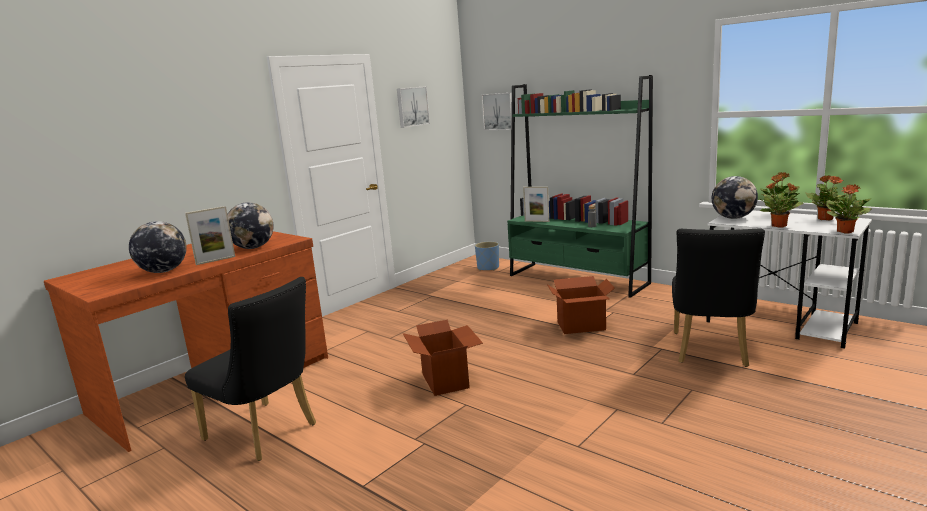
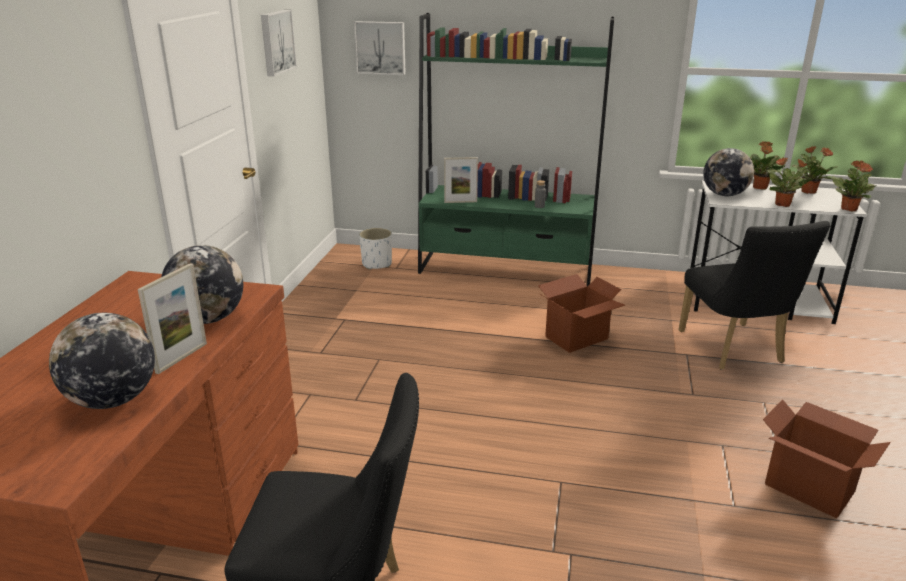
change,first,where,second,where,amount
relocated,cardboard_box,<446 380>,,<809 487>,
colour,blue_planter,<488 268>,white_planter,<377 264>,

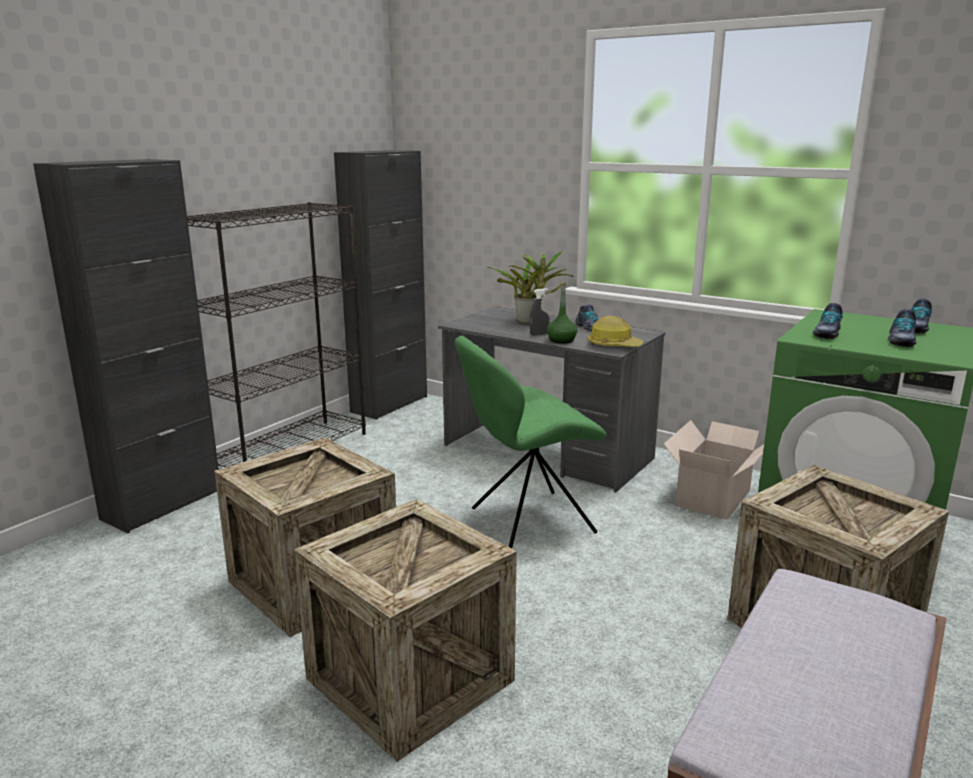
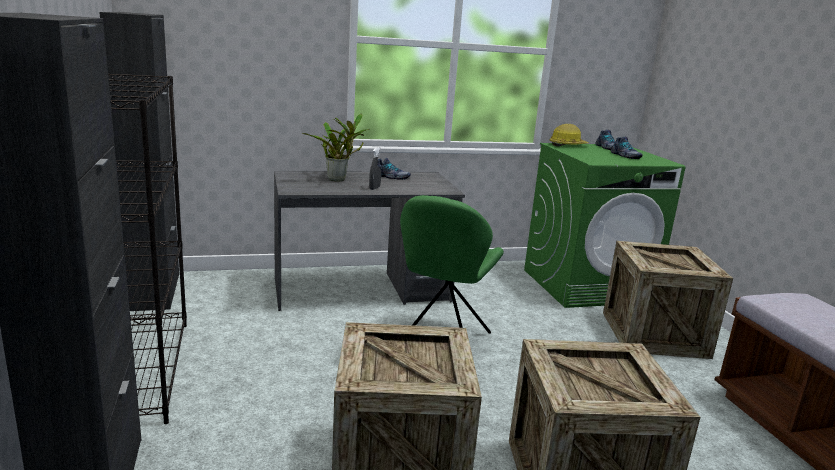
change,first,where,second,where,amount
missing,green_bottle,<561 340>,,,
relocated,hard_hat,<613 346>,,<567 145>,
missing,cardboard_box,<715 497>,,,
missing,shoe,<826 333>,,,

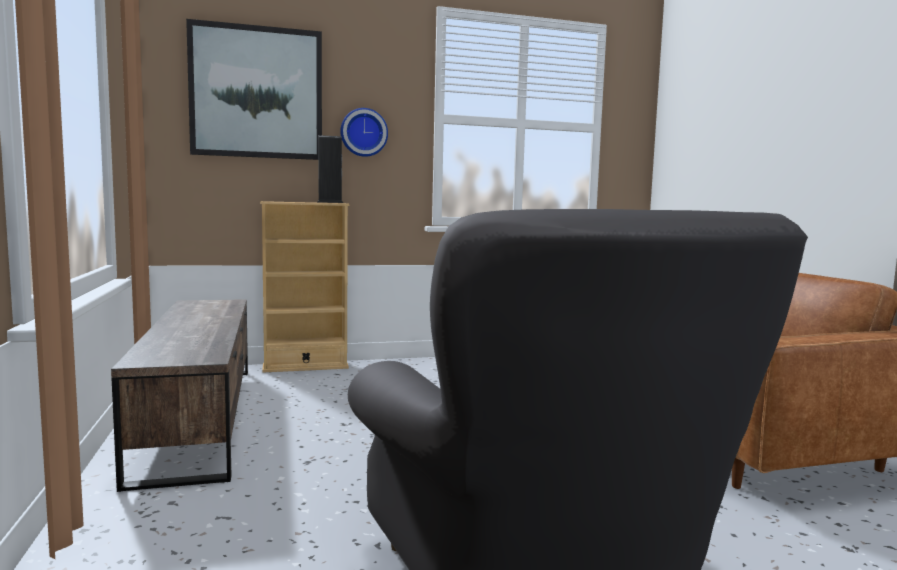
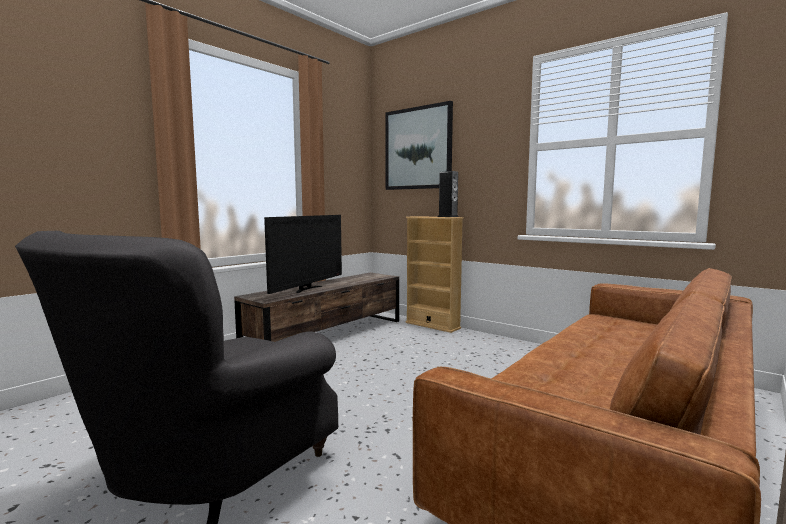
change,first,where,second,where,amount
missing,wall_clock,<363 132>,,,
appeared,,,television,<307 289>,

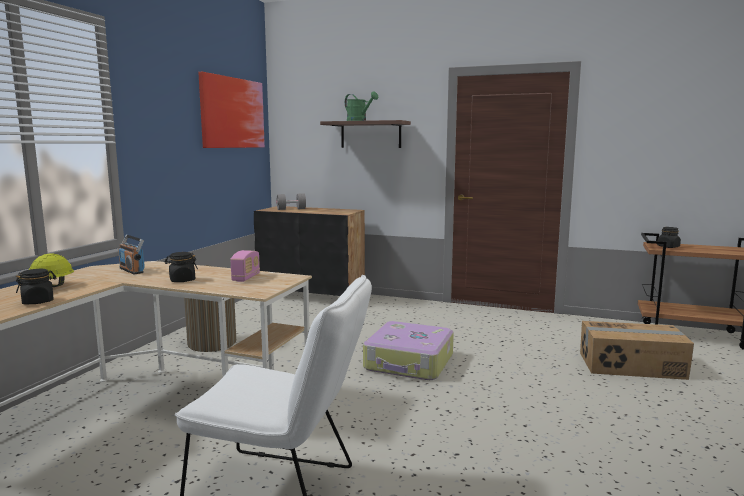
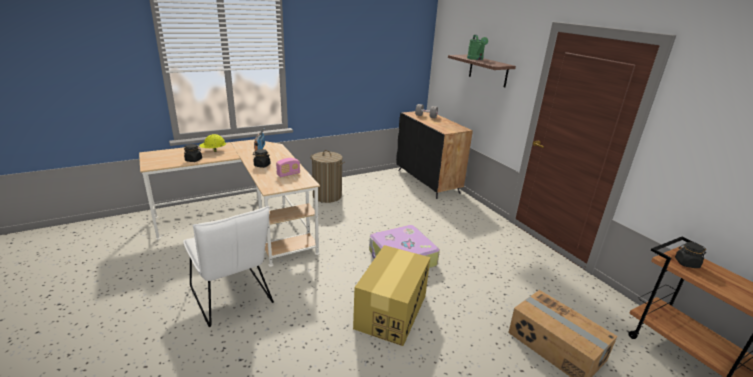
change,first,where,second,where,amount
missing,picture,<232 113>,,,
appeared,,,cardboard_box,<391 311>,

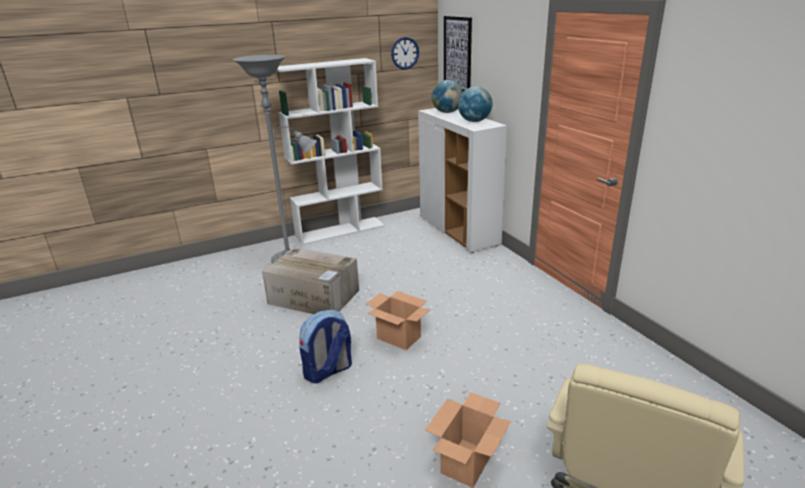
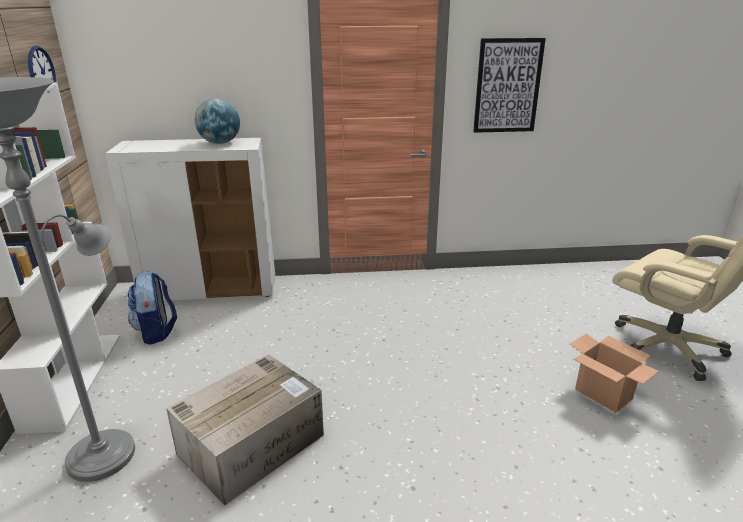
change,first,where,second,where,amount
relocated,backpack,<328 371>,,<157 332>,
missing,cardboard_box,<398 337>,,,
missing,globe,<447 112>,,,
relocated,picture,<457 54>,,<507 86>,

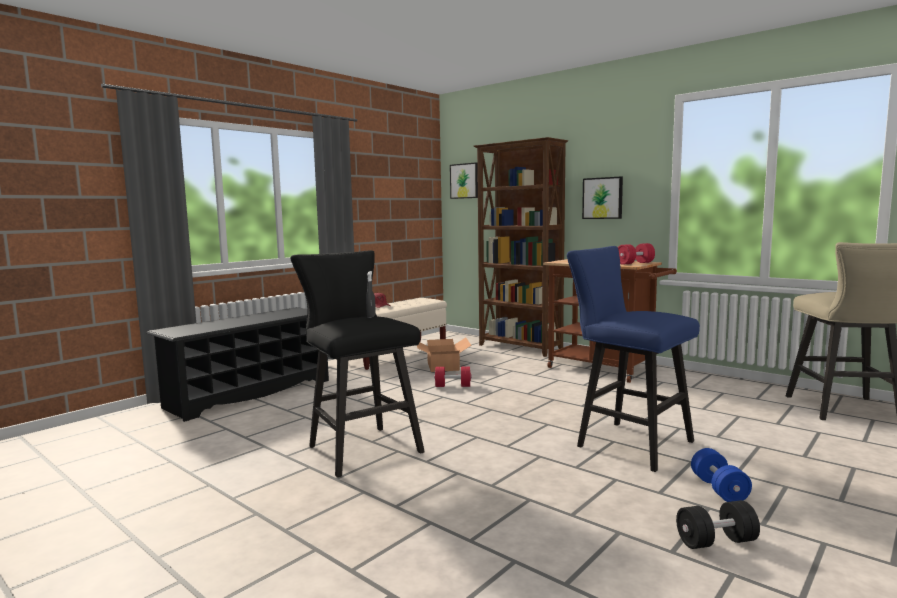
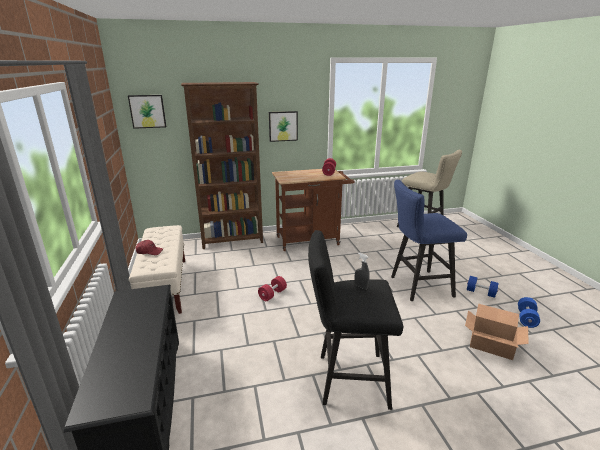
change,first,where,second,where,amount
relocated,cardboard_box,<443 366>,,<491 343>,
colour,black_dumbbell,<716 541>,blue_dumbbell,<526 318>,

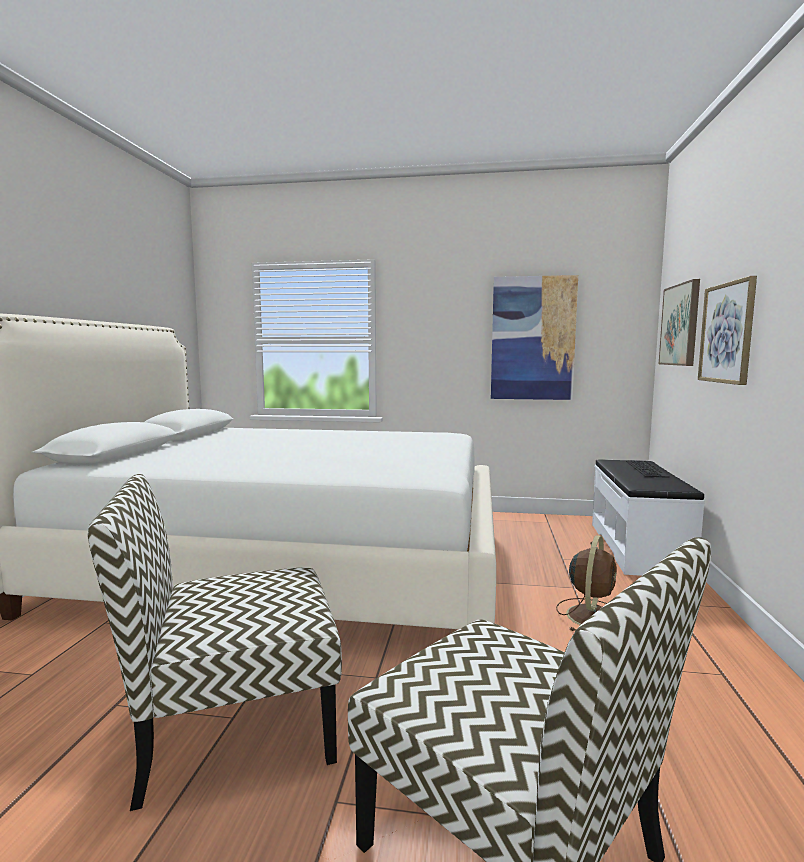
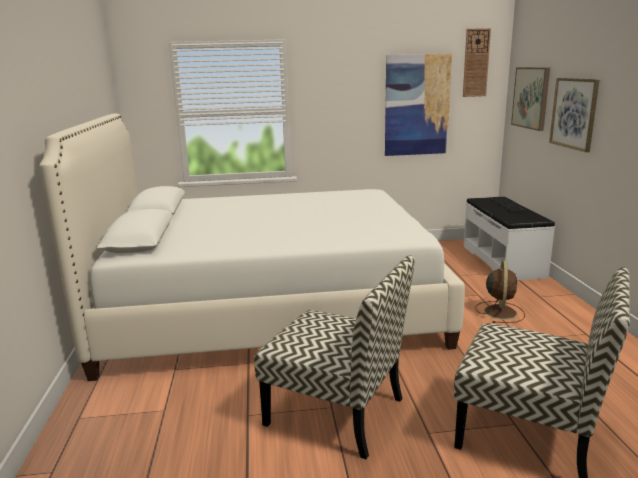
change,first,where,second,where,amount
spun,chair,<233 727>,,<337 412>,120 degrees counterclockwise
appeared,,,wall_clock,<476 63>,

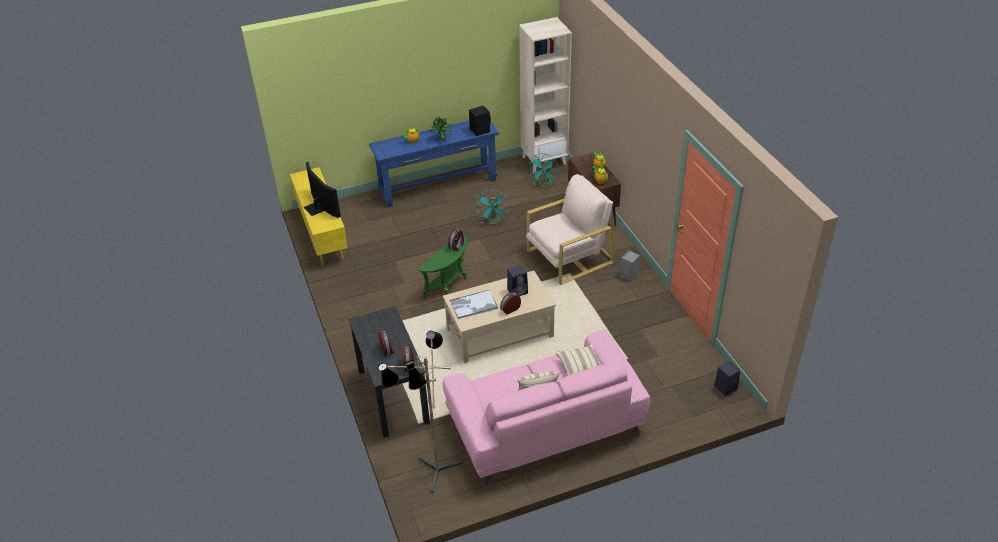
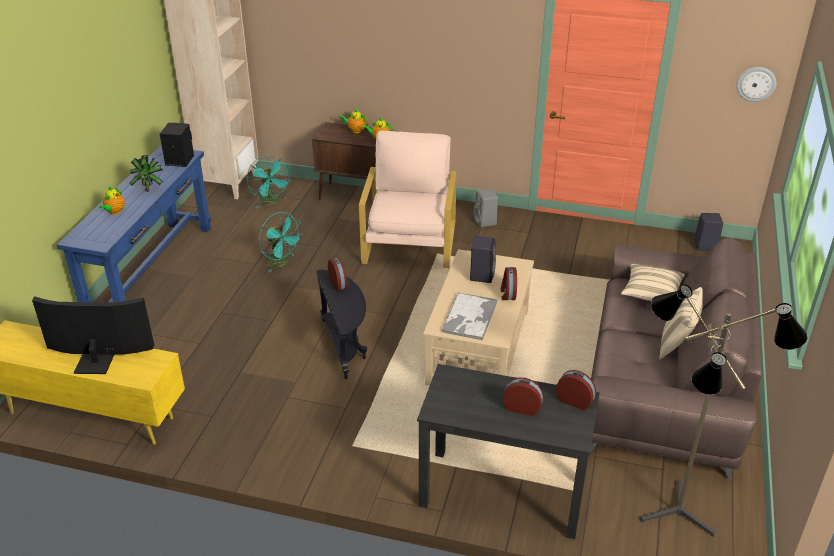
change,first,where,second,where,amount
colour,green_side_table,<449 284>,black_side_table,<345 346>,
colour,pink_sofa,<544 424>,brown_sofa,<663 383>,
appeared,,,wall_clock,<756 84>,

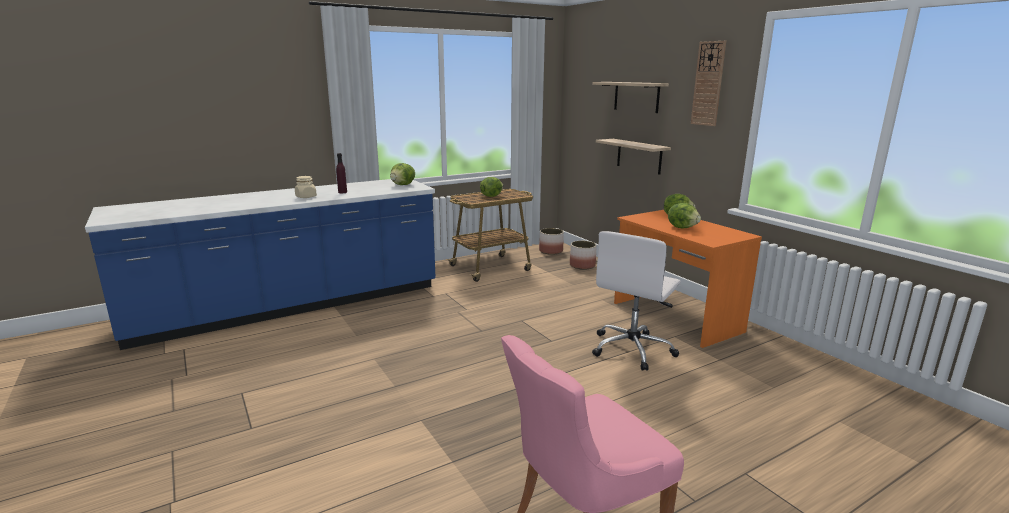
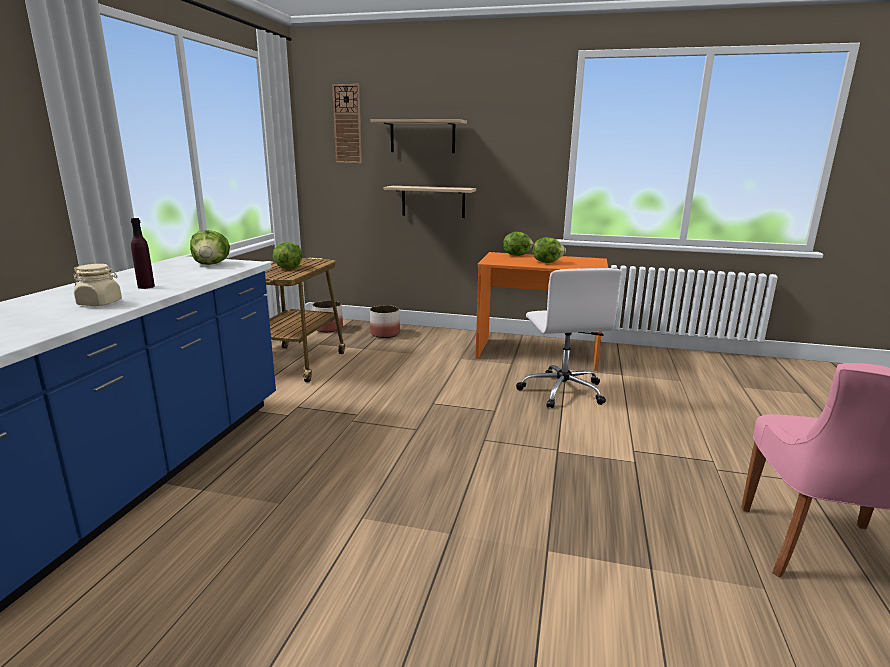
change,first,where,second,where,amount
relocated,wall_clock,<708 84>,,<347 124>,

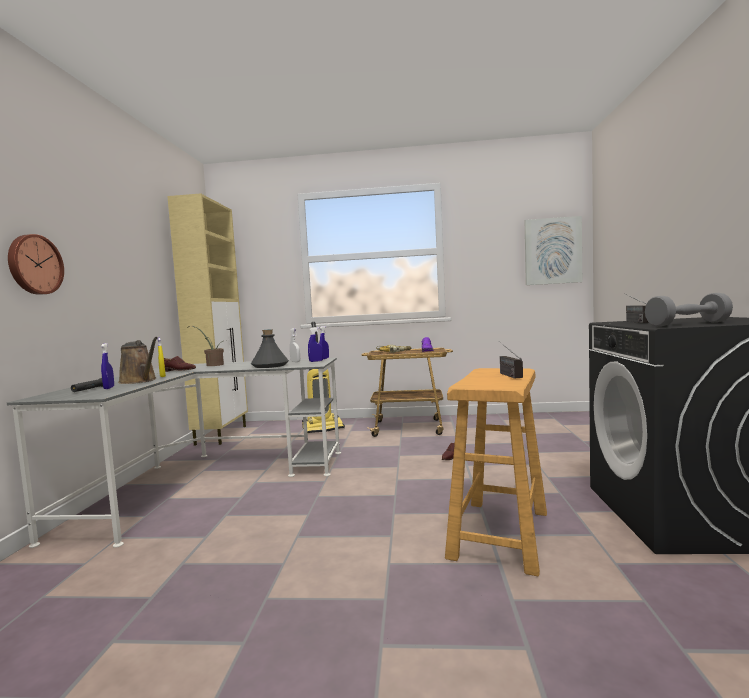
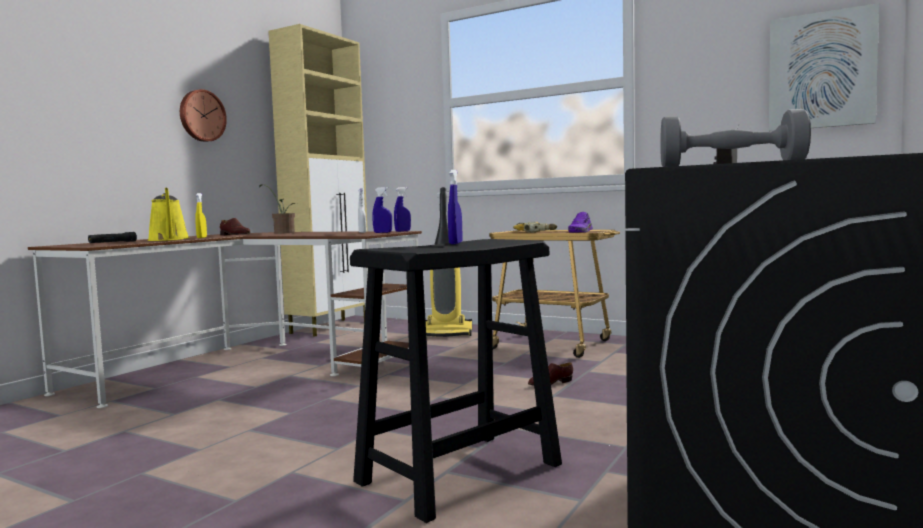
change,first,where,second,where,amount
colour,grey_desk,<206 480>,brown_desk,<249 367>,
relocated,wall_clock,<34 264>,,<201 116>,
relocated,blue_spray_bottle,<109 388>,,<455 243>,
colour,brown_watering_can,<140 381>,yellow_watering_can,<169 239>,
missing,grey_bottle,<270 366>,,,
colour,beige_stool,<499 534>,black_stool,<458 473>,
missing,radio,<506 374>,,,

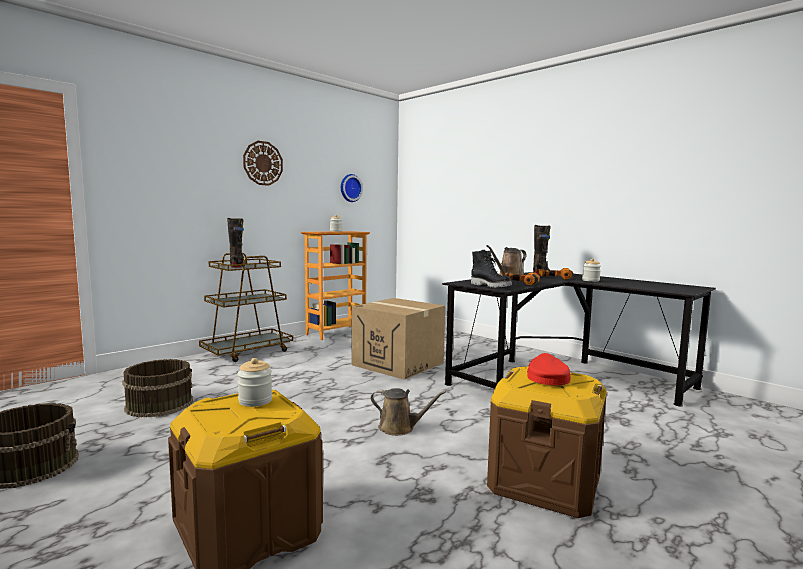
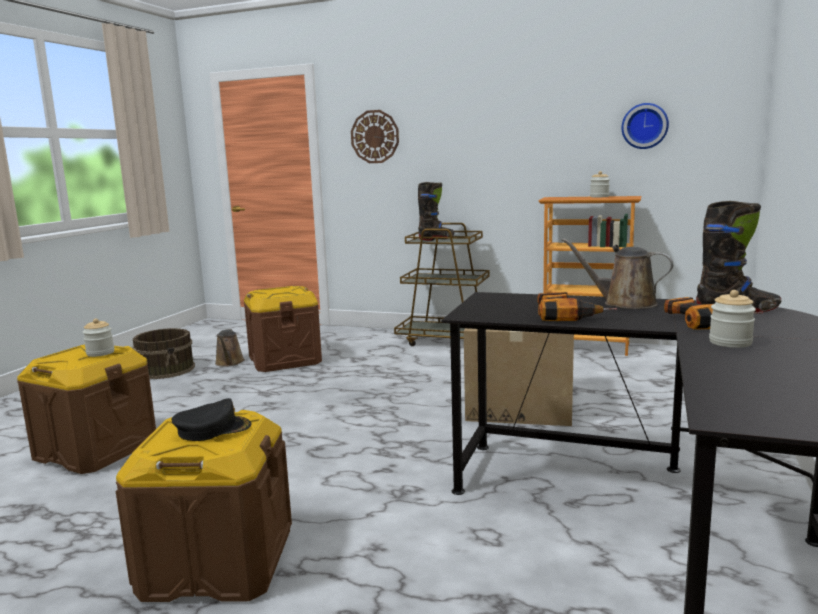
change,first,where,second,where,amount
exchanged,brown_bucket,<159 404>,brown_storage_box,<284 360>,
relocated,wall_clock,<263 163>,,<375 136>,
relocated,brown_watering_can,<400 428>,,<229 363>,
missing,black_boot,<491 286>,,,
colour,red_cap,<547 377>,black_cap,<212 429>,

